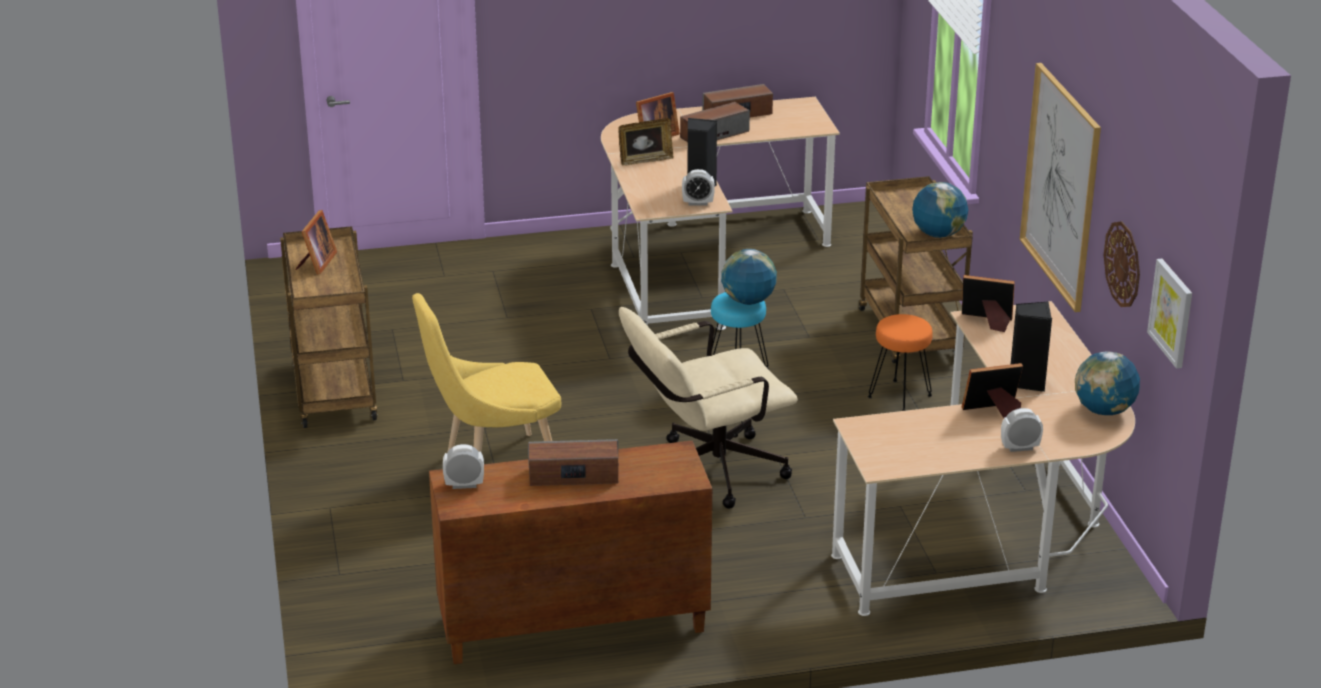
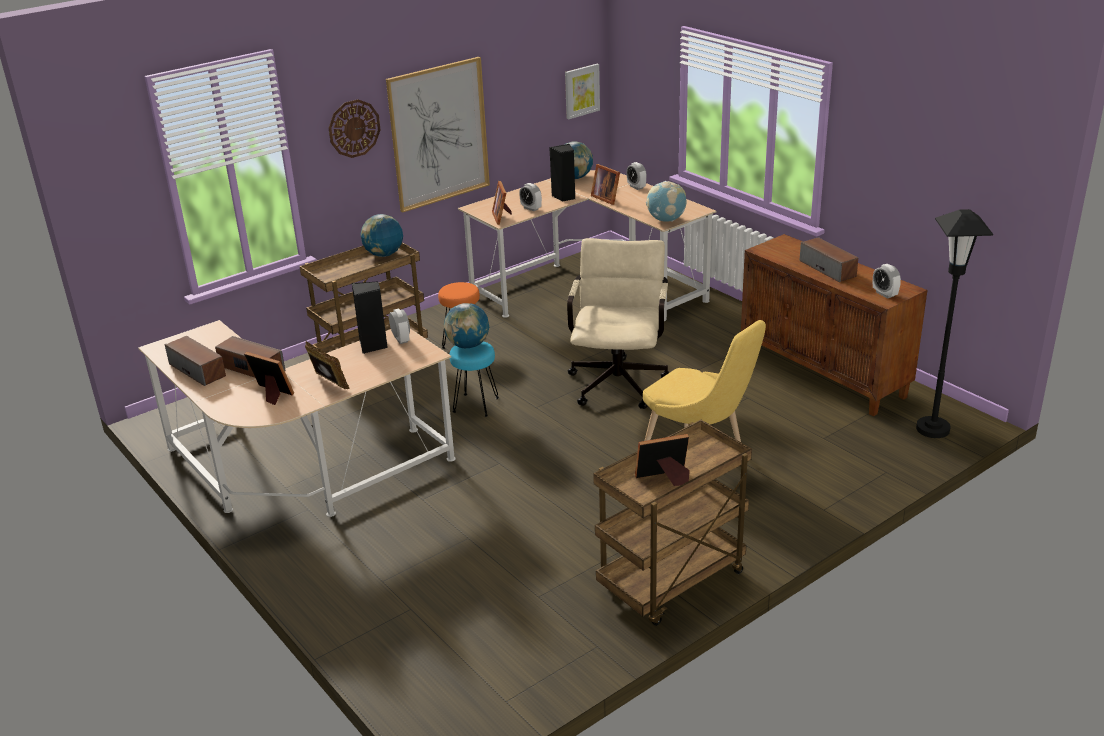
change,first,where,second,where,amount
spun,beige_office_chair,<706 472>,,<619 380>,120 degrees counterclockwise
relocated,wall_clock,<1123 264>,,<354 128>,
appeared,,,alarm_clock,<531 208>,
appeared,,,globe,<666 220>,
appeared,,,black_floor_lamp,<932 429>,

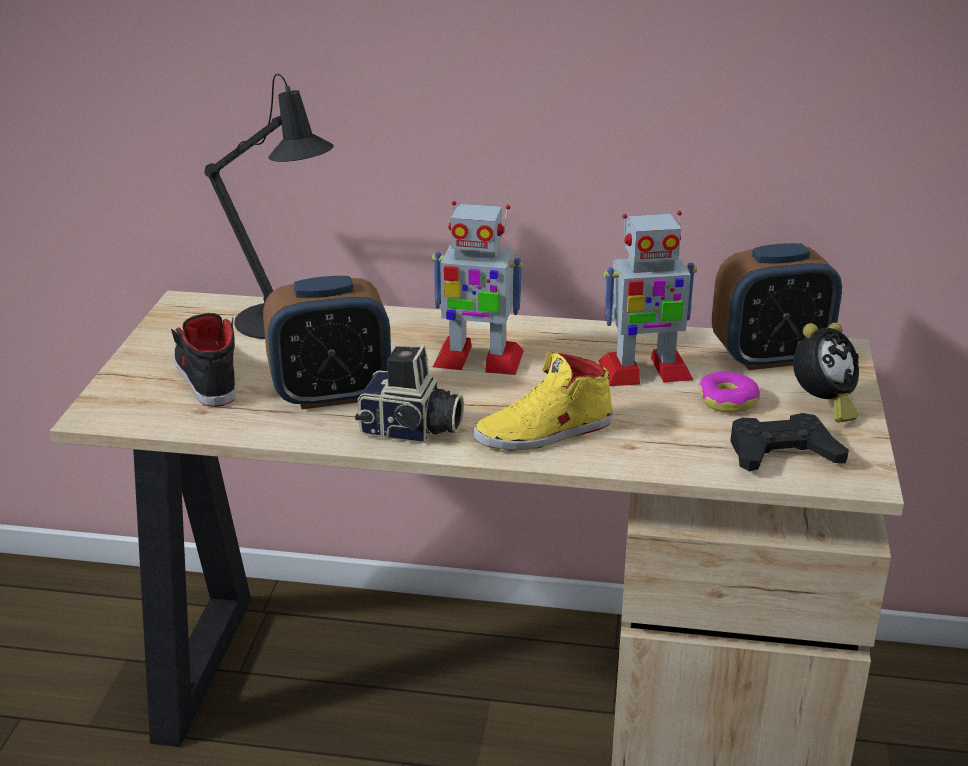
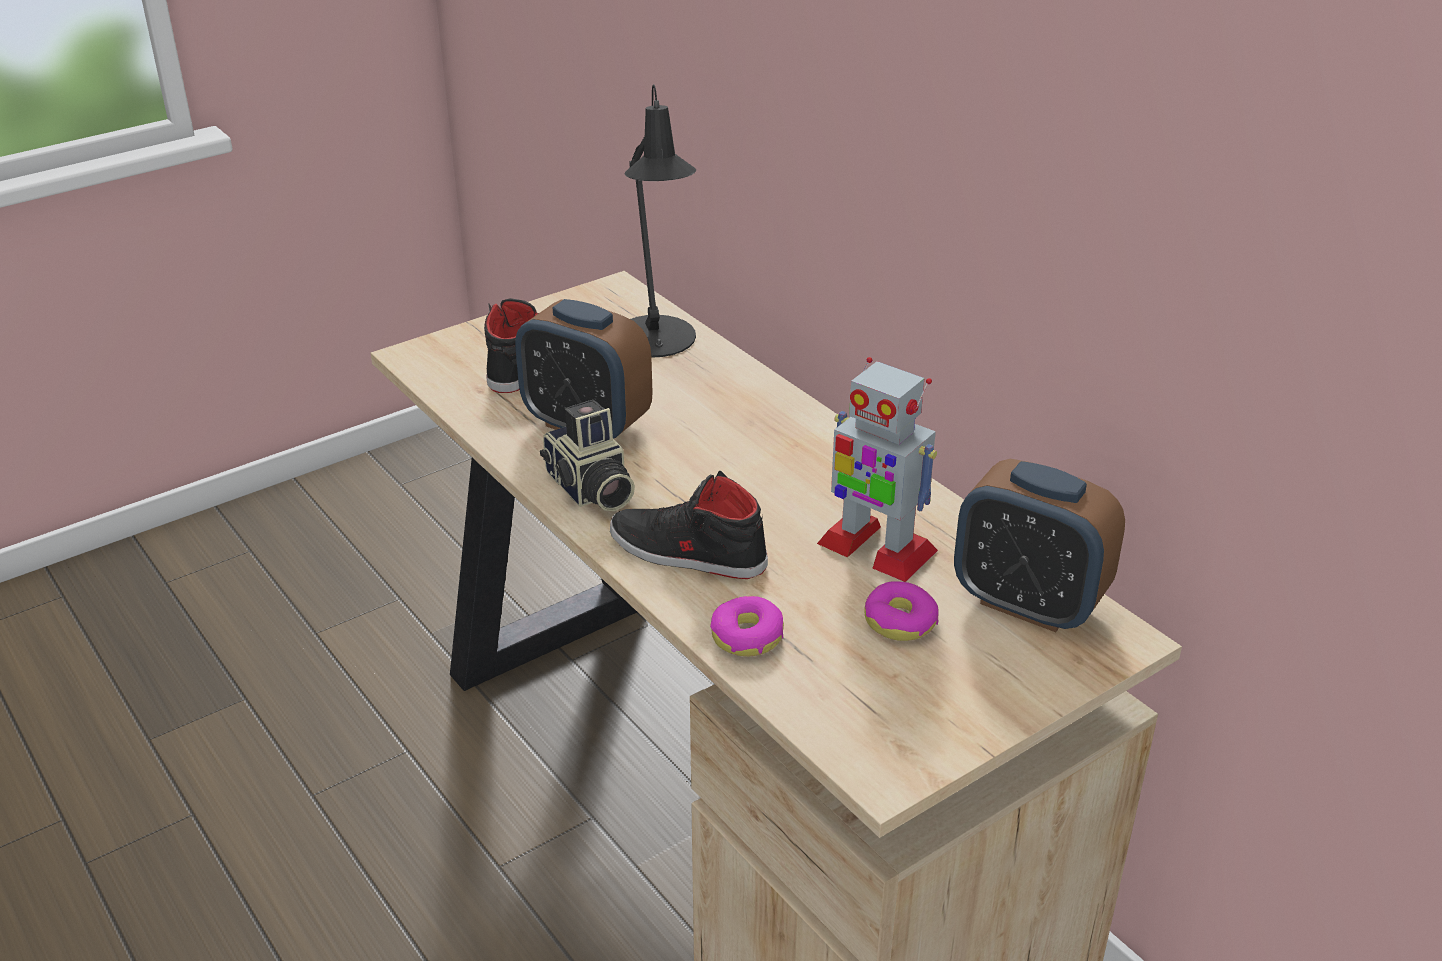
change,first,where,second,where,amount
missing,toy_robot,<477 359>,,,
colour,yellow_shoe,<544 432>,black_shoe,<686 553>,
missing,black_game_controller,<782 453>,,,
missing,alarm_clock,<822 406>,,,
appeared,,,donut,<746 636>,

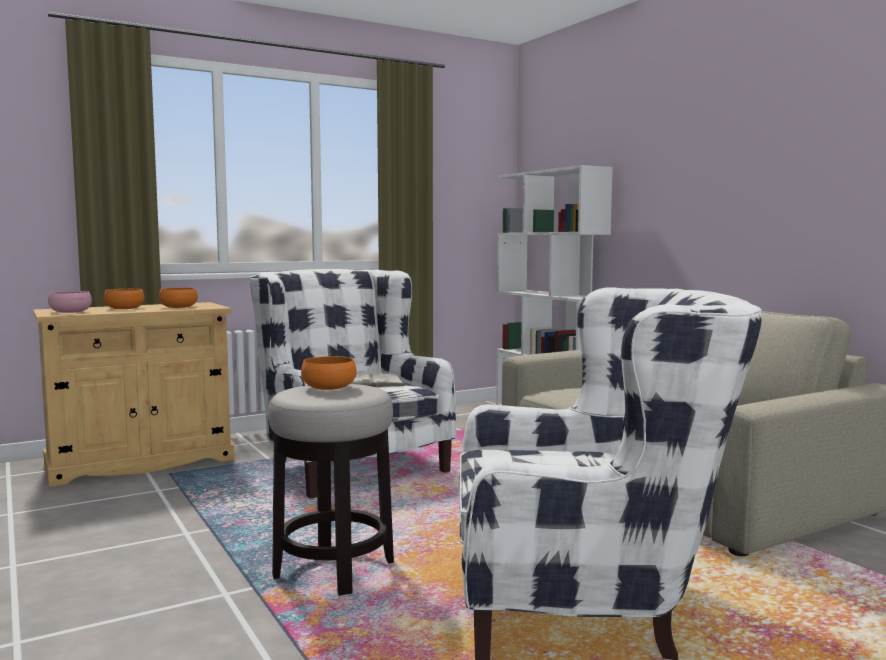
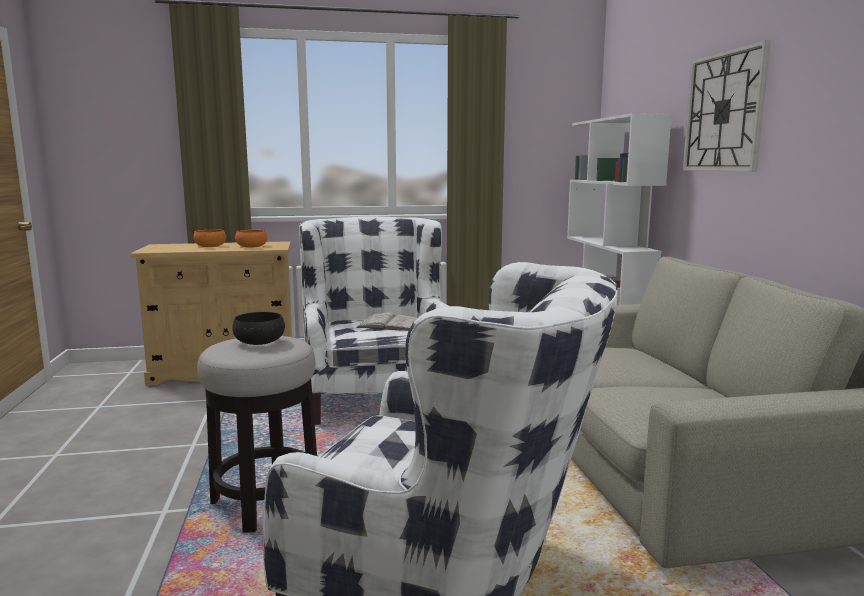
change,first,where,second,where,amount
missing,pink_bowl,<70 311>,,,
colour,orange_bowl,<329 387>,black_bowl,<259 341>,
appeared,,,wall_clock,<724 112>,

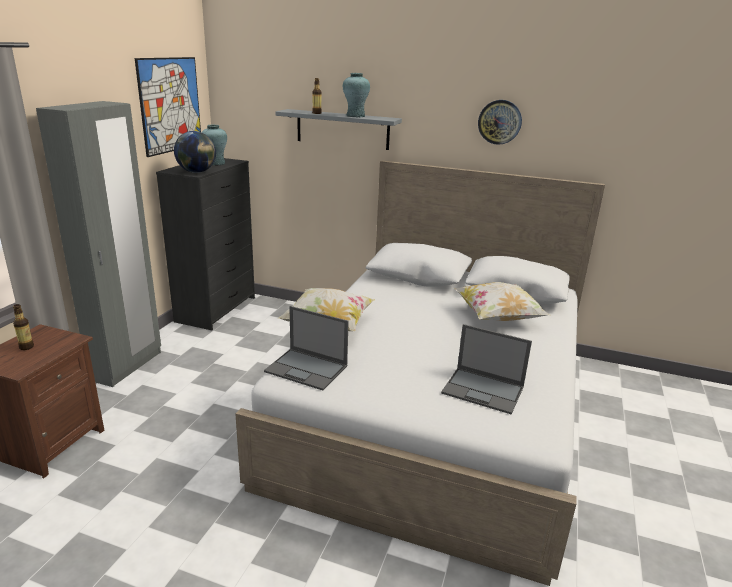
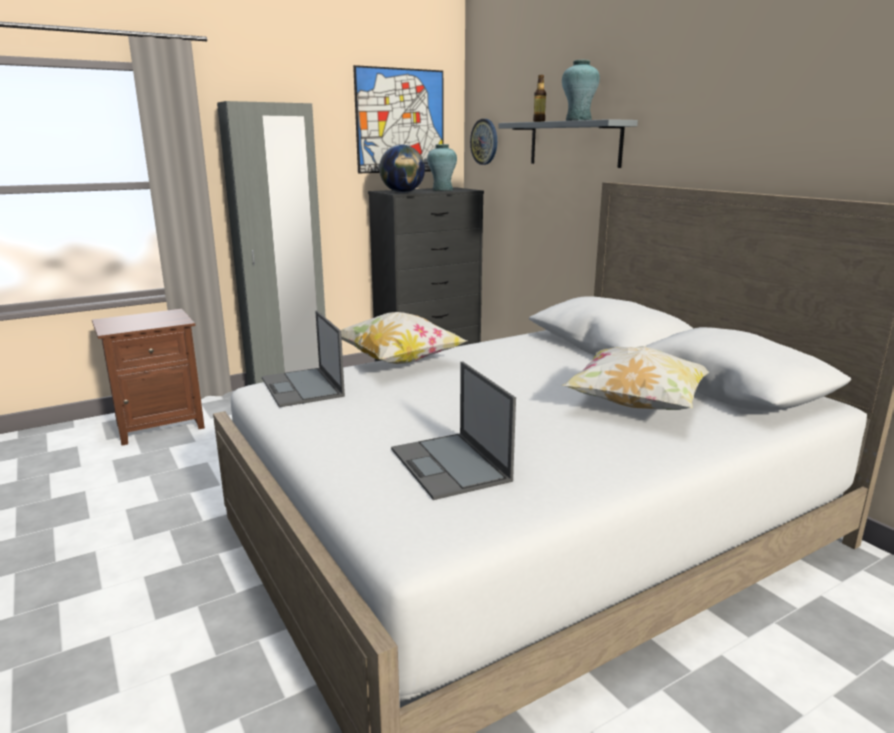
change,first,where,second,where,amount
missing,bottle,<26 347>,,,
relocated,wall_clock,<499 122>,,<484 141>,

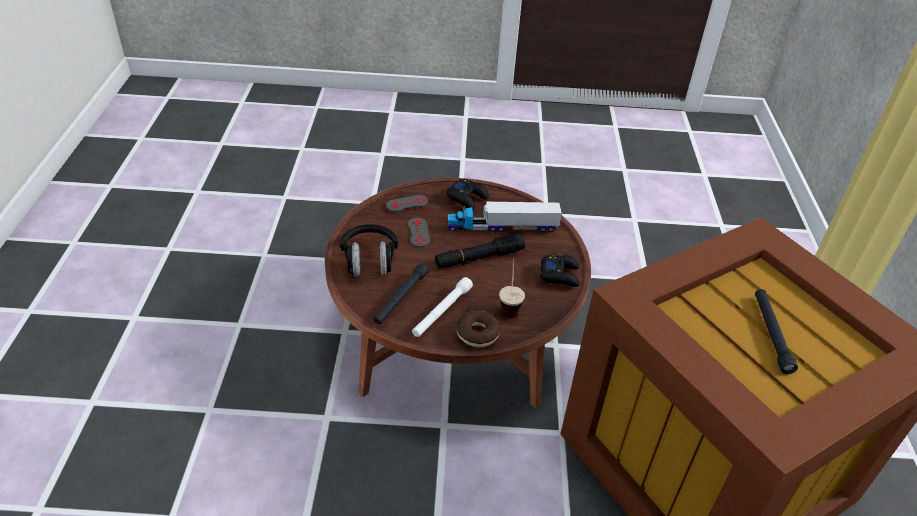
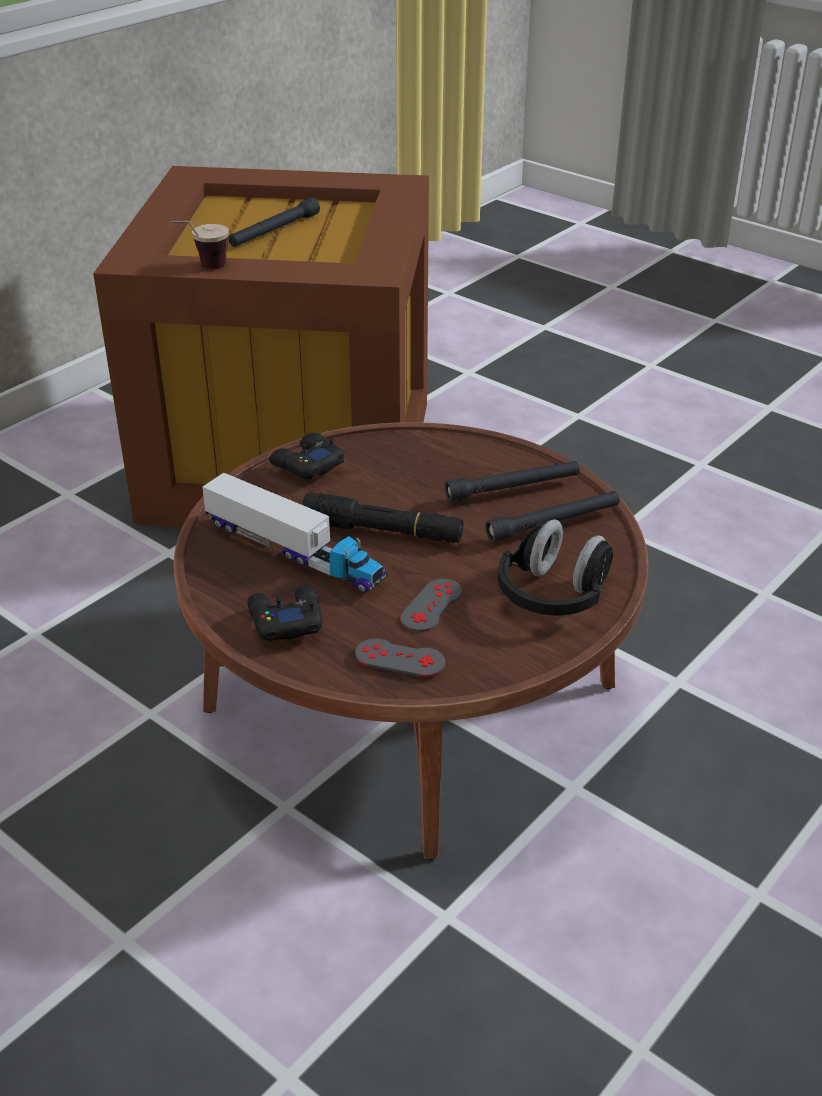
change,first,where,second,where,amount
colour,white_flashlight,<442 312>,black_flashlight,<513 488>,
missing,donut,<477 333>,,,
relocated,cup,<509 305>,,<202 269>,

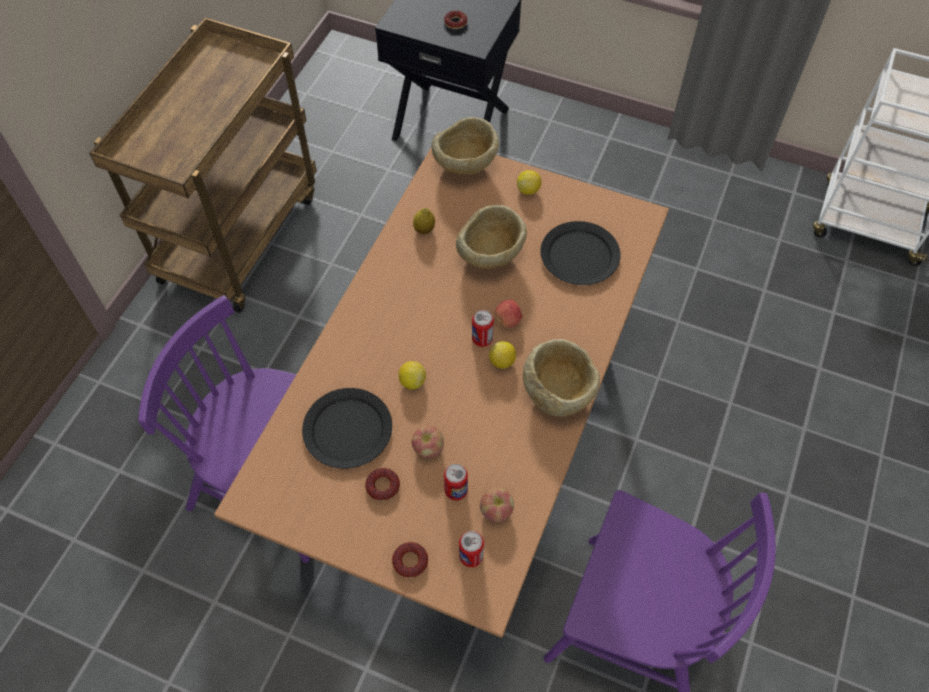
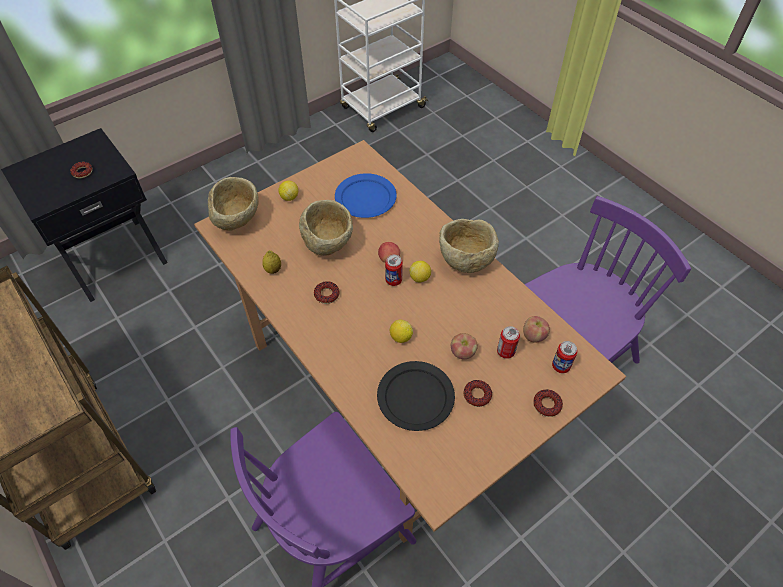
change,first,where,second,where,amount
colour,black_plate,<580 256>,blue_plate,<366 198>,
appeared,,,donut,<326 295>,

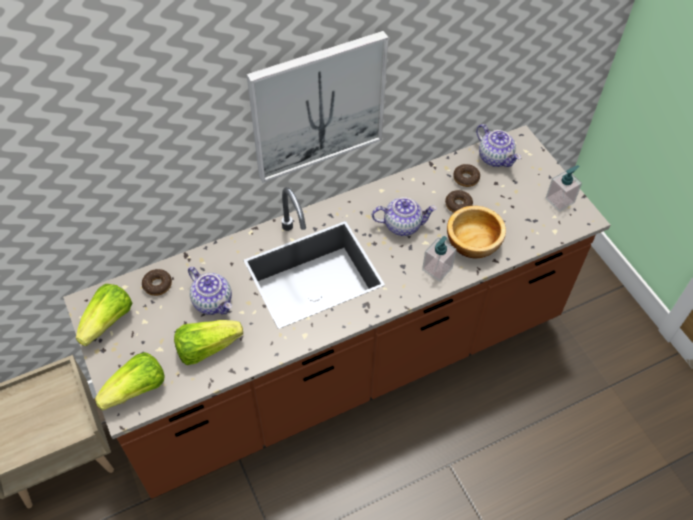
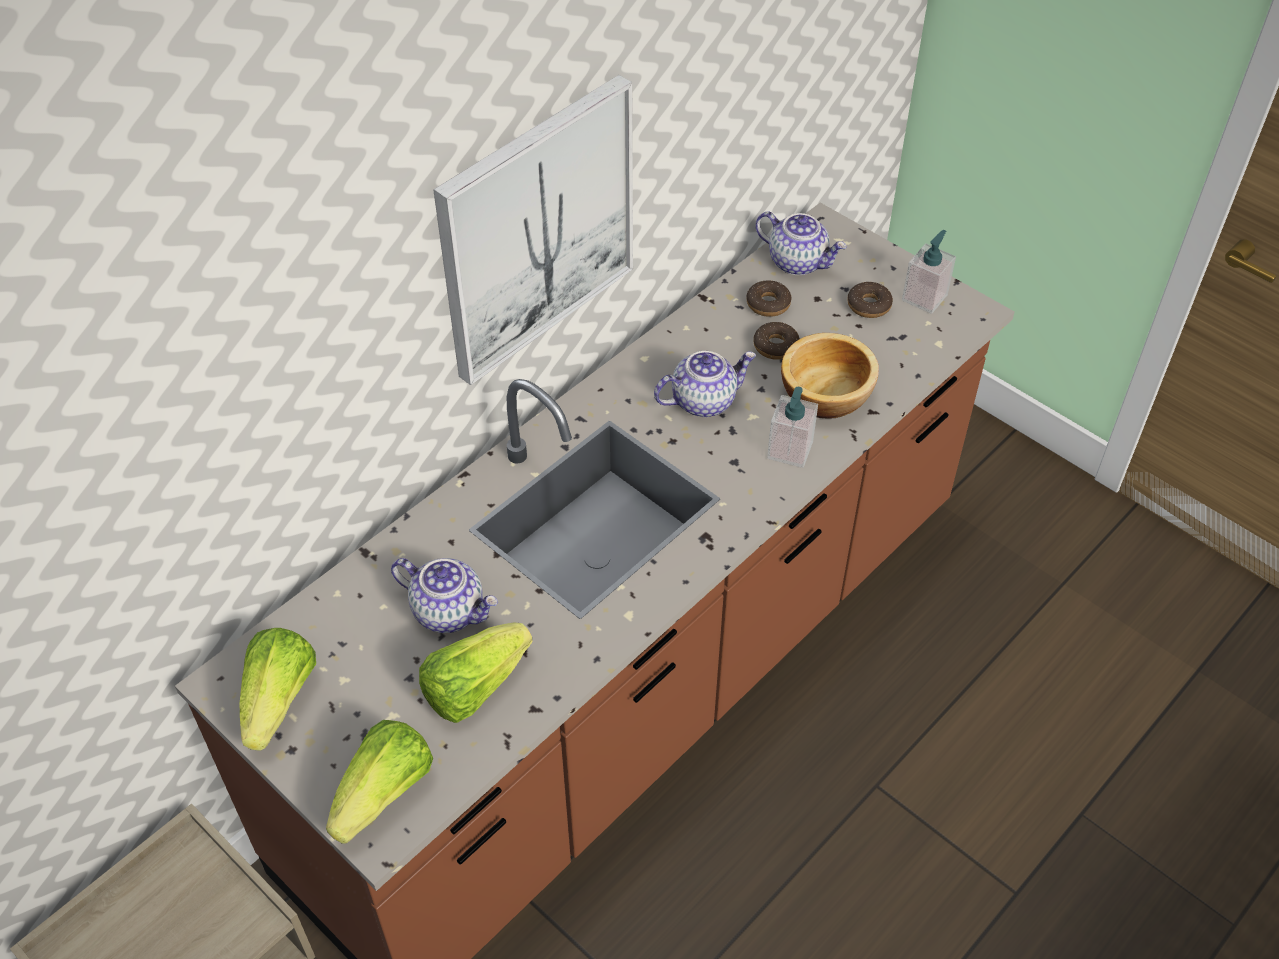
change,first,where,second,where,amount
relocated,donut,<157 285>,,<869 305>,

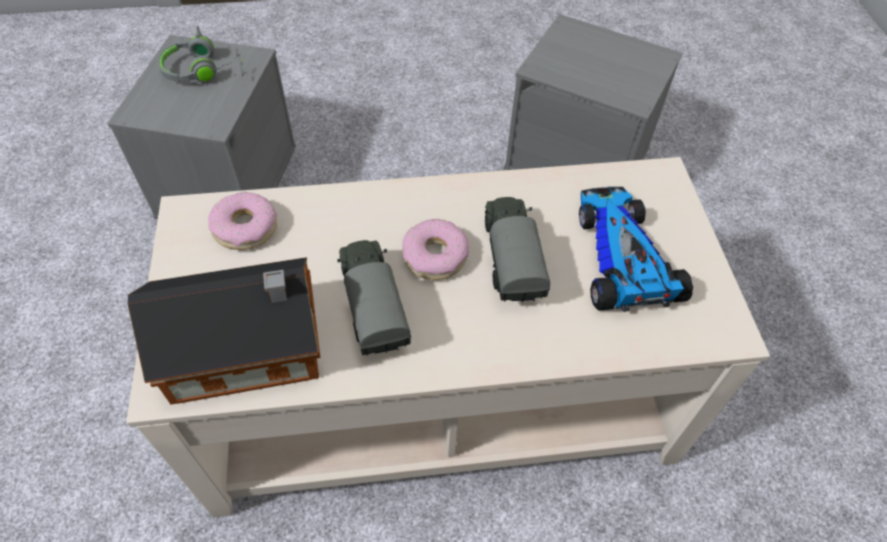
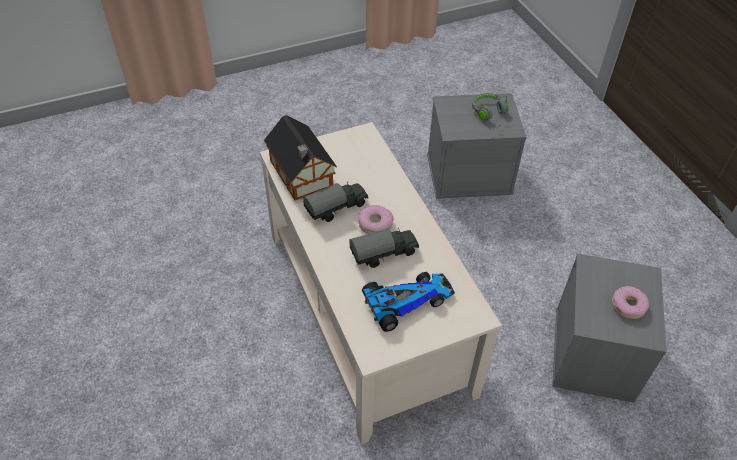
change,first,where,second,where,amount
relocated,donut,<245 228>,,<628 305>,

